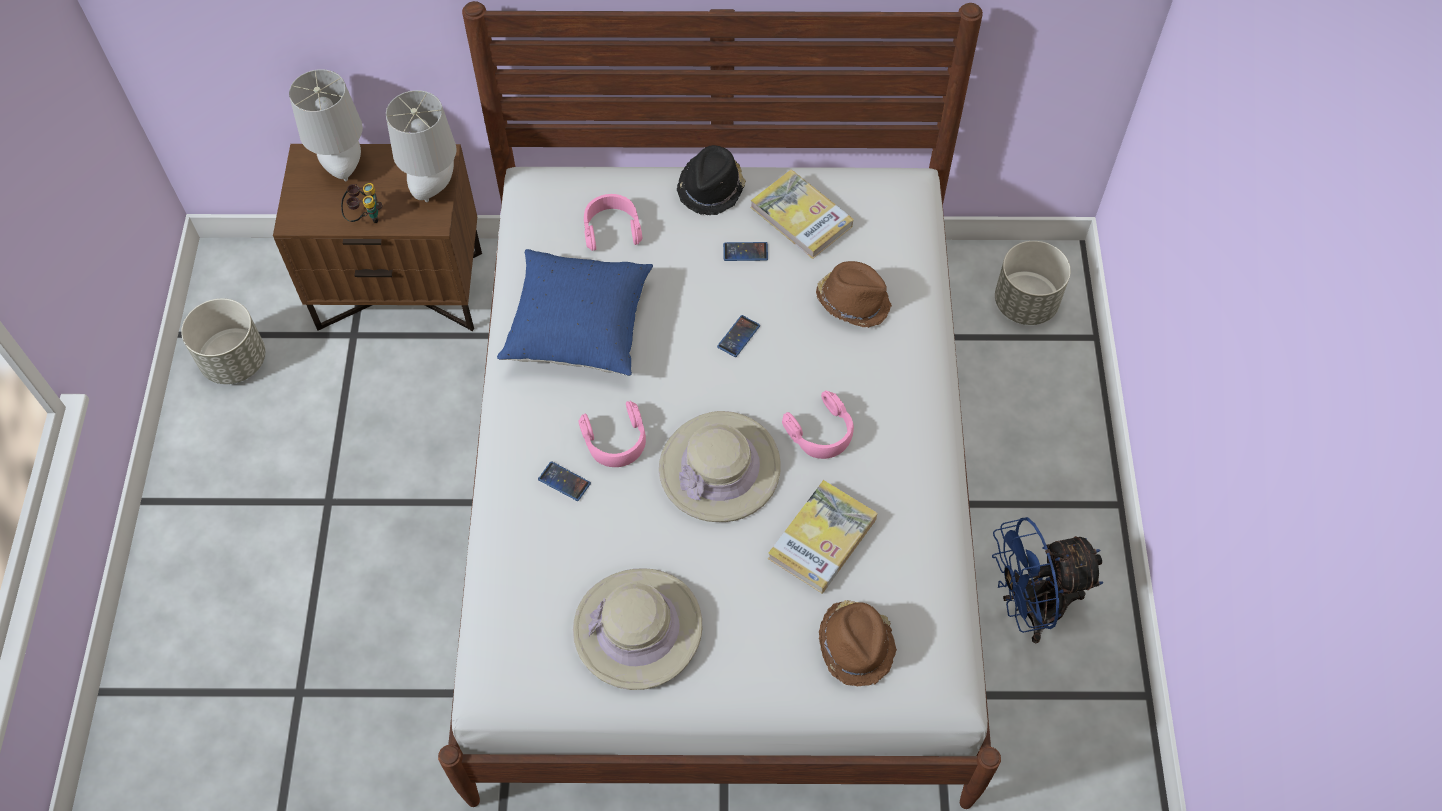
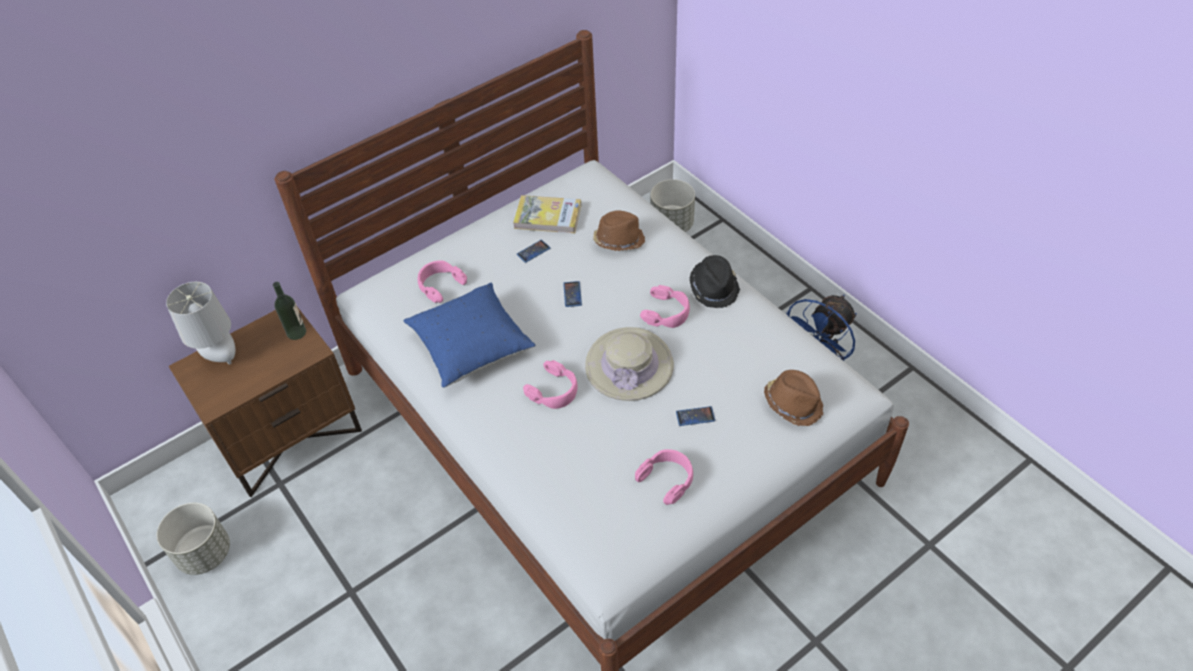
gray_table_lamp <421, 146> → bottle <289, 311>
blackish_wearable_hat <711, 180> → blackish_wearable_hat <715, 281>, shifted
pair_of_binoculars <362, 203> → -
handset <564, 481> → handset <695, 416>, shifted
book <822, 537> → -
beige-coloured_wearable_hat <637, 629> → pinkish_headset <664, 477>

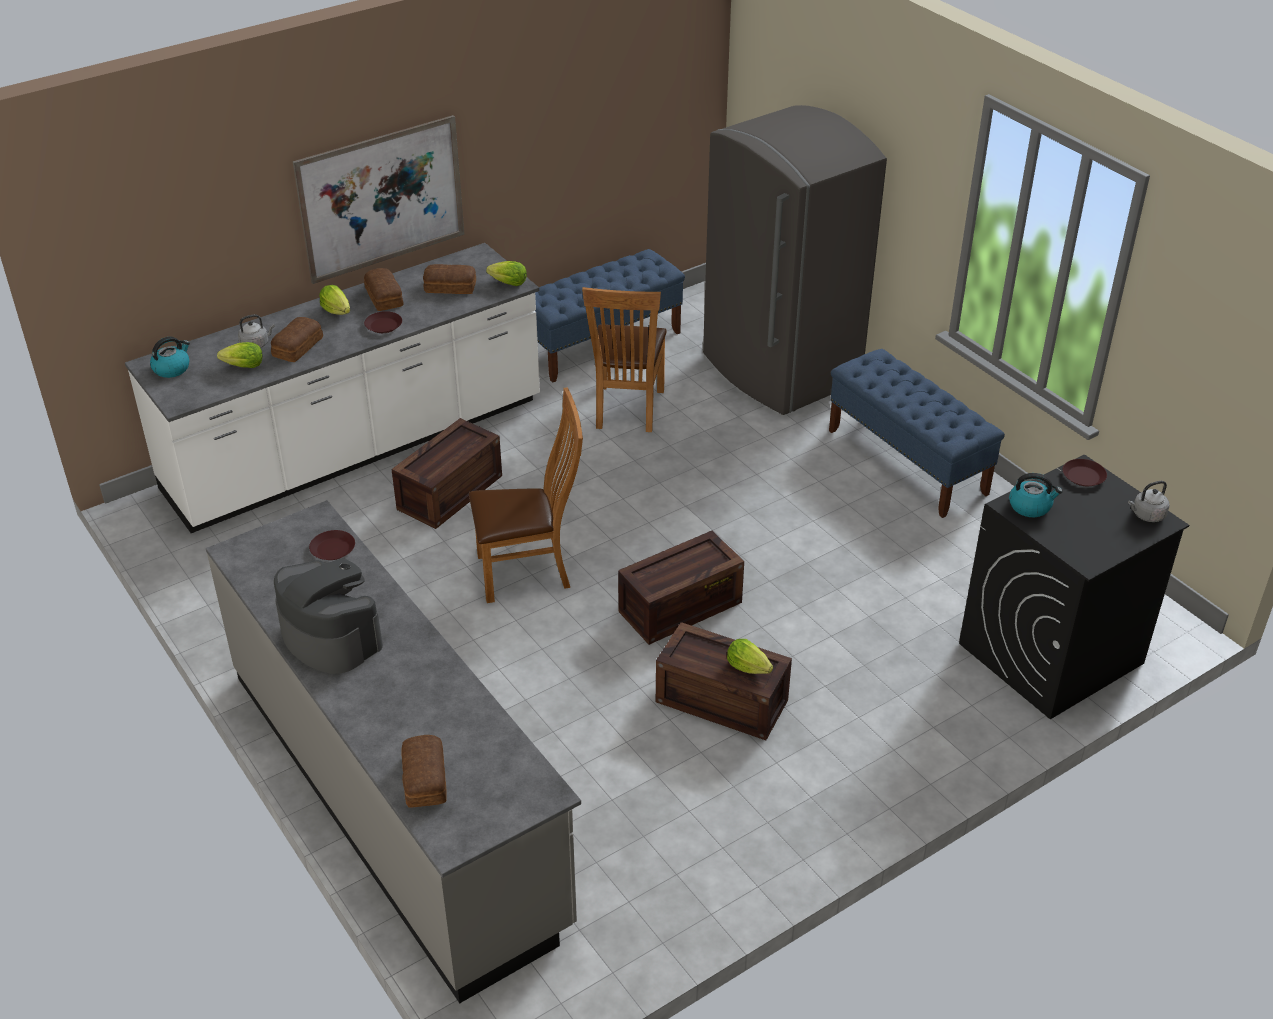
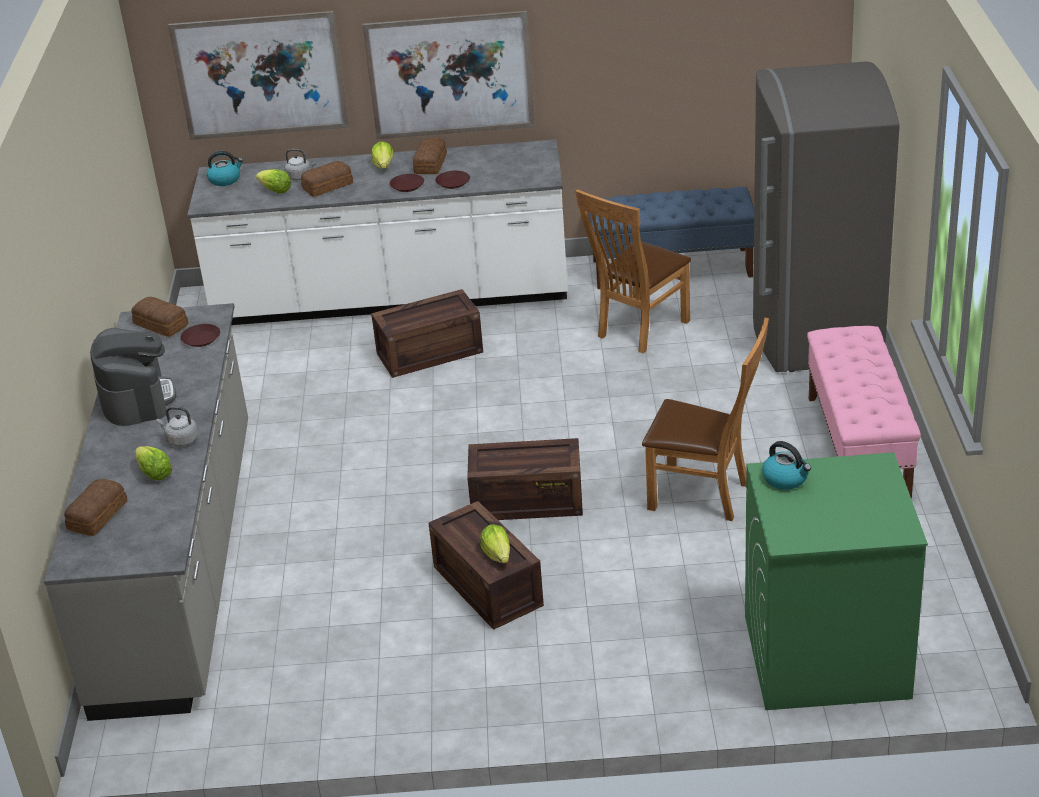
head_of_lettuce <506, 273> → head_of_lettuce <153, 463>, shifted
baked_bread <449, 279> → baked_bread <160, 317>, shifted
blue-coloured_bench <917, 433> → pinkish_bench <864, 412>
brown-coloured_plain_chair <526, 495> → brown-coloured_plain_chair <705, 419>, shifted
blackish_laundry_machine <1074, 587> → greenish_laundry_machine <836, 581>
brown-coloured_flat_dish <1085, 472> → brown-coloured_flat_dish <452, 180>, shifted
gray_kettle <1149, 501> → gray_kettle <177, 427>, shifted
- → wall_picture <258, 75>

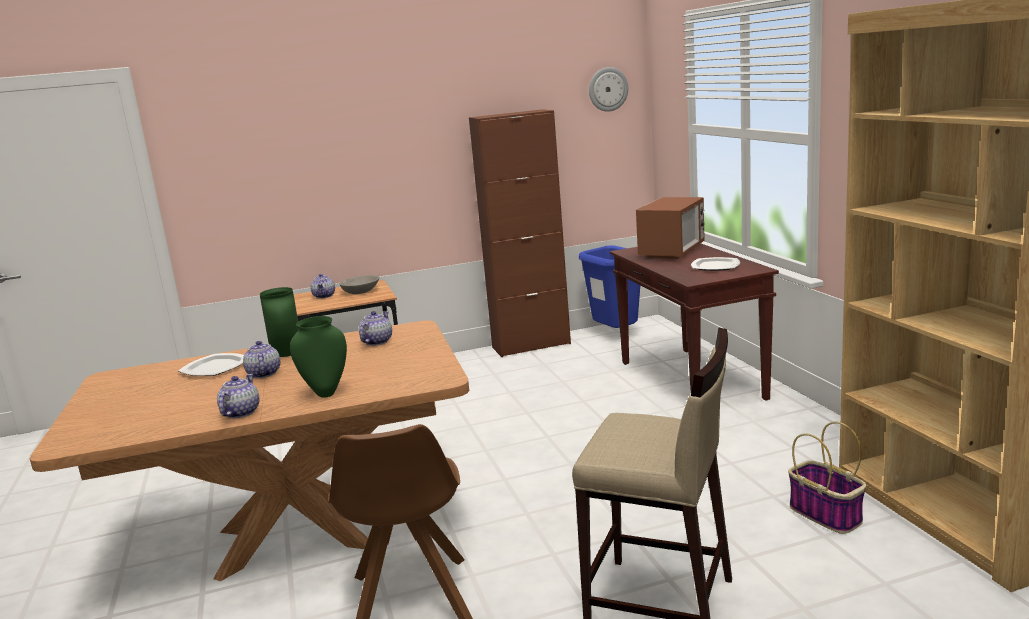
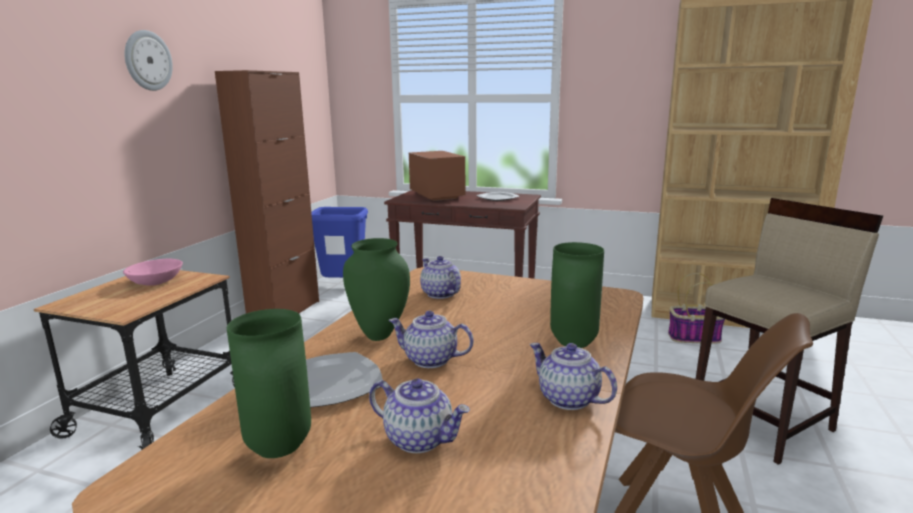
hanging_clock <608, 89> → hanging_clock <148, 60>, shifted
teapot <322, 286> → teapot <419, 416>, shifted
gray_serving_bowl <360, 284> → pinkish_serving_bowl <153, 272>
- → greenish_flower_vase <269, 383>

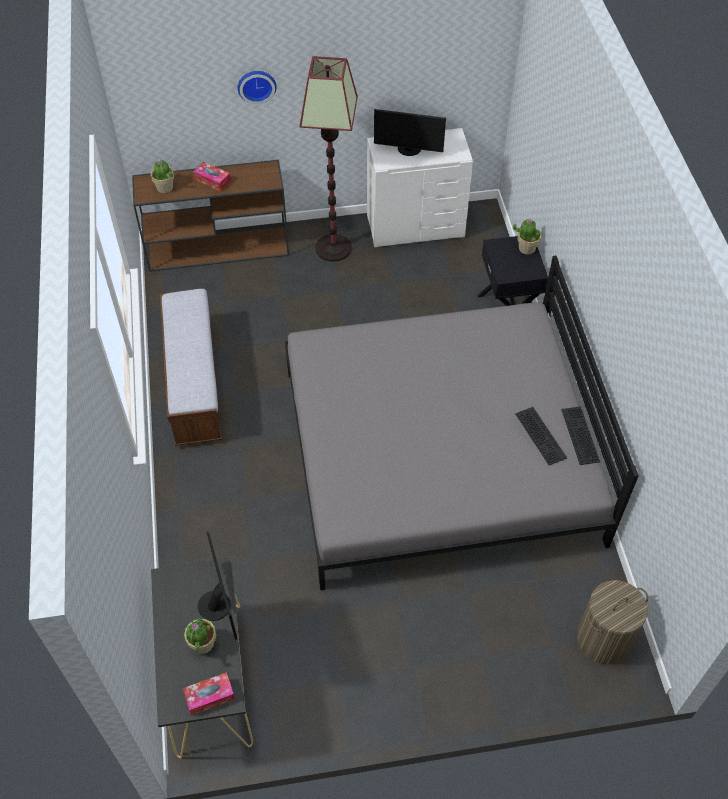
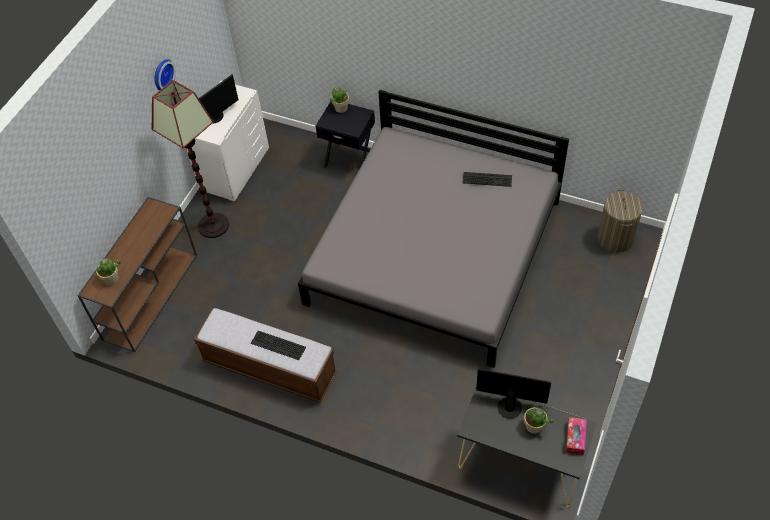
hanging_clock <257, 87> → hanging_clock <165, 75>, shifted
tissue_holder <212, 176> → -
keyboard <580, 435> → keyboard <278, 345>, shifted

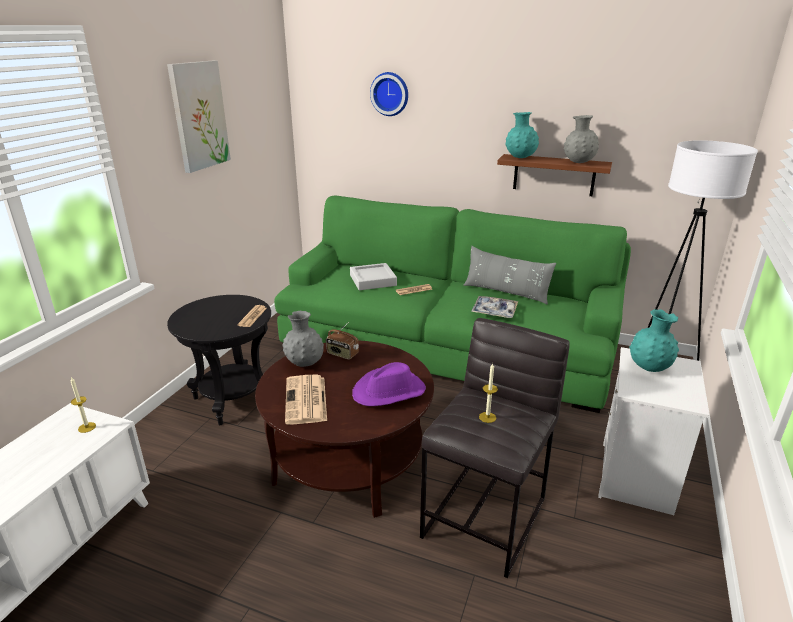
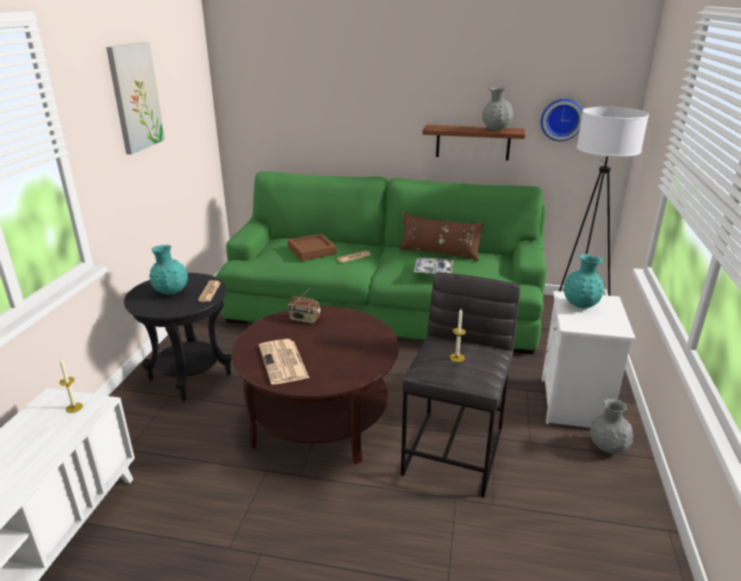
hanging_clock <389, 94> → hanging_clock <562, 120>, shifted
turquoise-coloured_flower_vase <522, 135> → turquoise-coloured_flower_vase <168, 270>, shifted
gray_pillow <510, 275> → brown-coloured_pillow <441, 236>
gray_carrying_tray <373, 276> → brown-coloured_carrying_tray <312, 247>
gray_flower_vase <303, 339> → gray_flower_vase <611, 426>, shifted
purple-coloured_wearable_hat <389, 384> → -

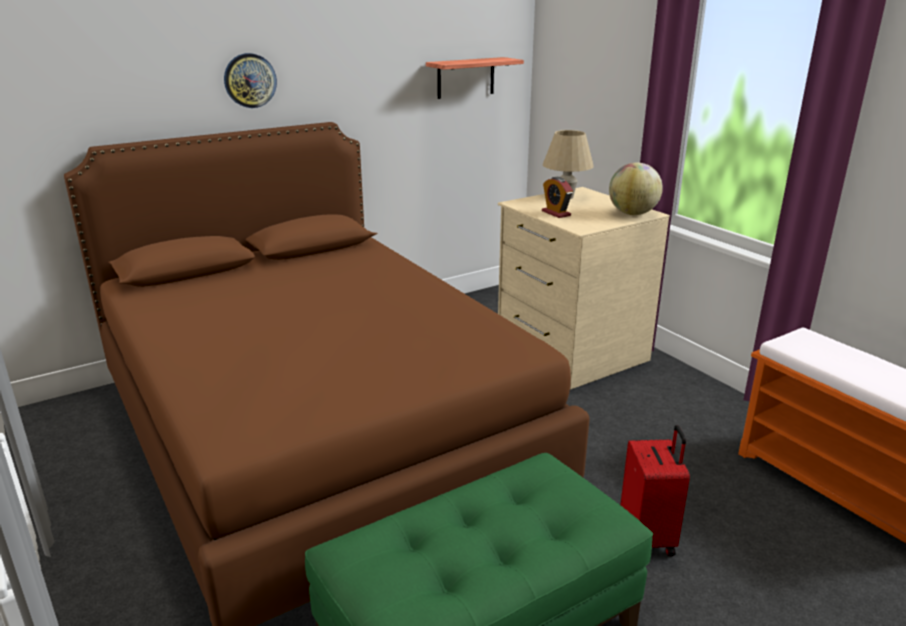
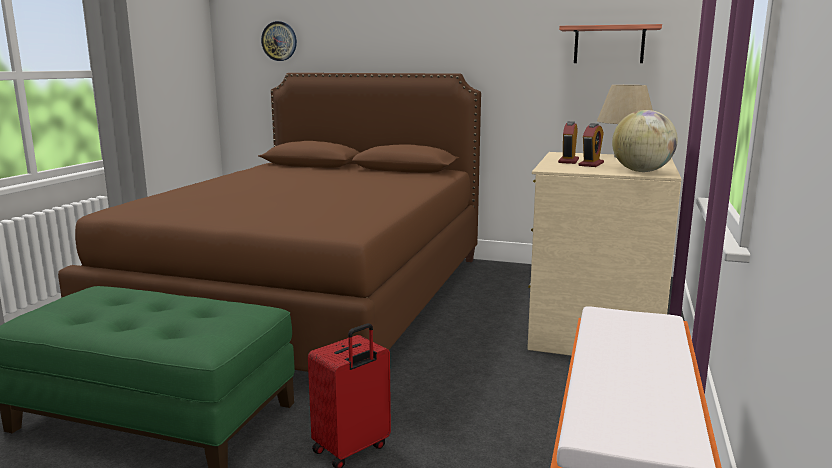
hanging_clock <250, 80> → hanging_clock <279, 41>, shifted
- → table_clock <591, 145>

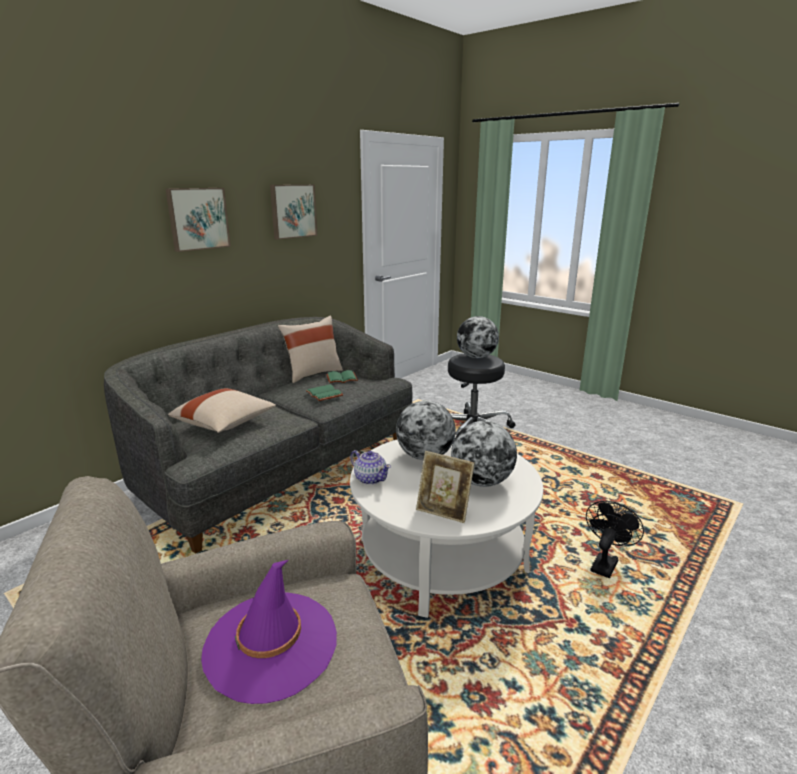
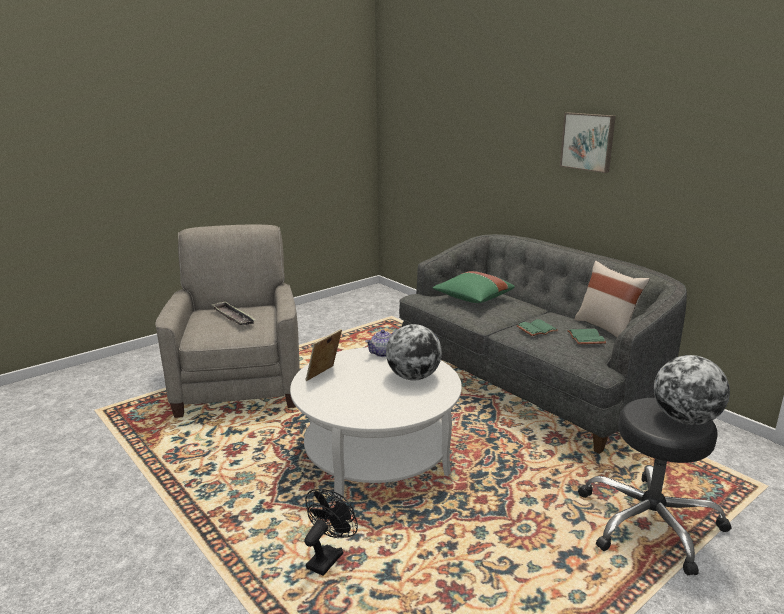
wall_picture <293, 212> → -
beige-coloured_pillow <222, 410> → greenish_pillow <474, 287>
globe <484, 454> → -
blackish_fan <615, 539> → blackish_fan <331, 532>, 105 degrees counterclockwise
purple-coloured_wearable_hat <269, 632> → carrying_tray <233, 313>

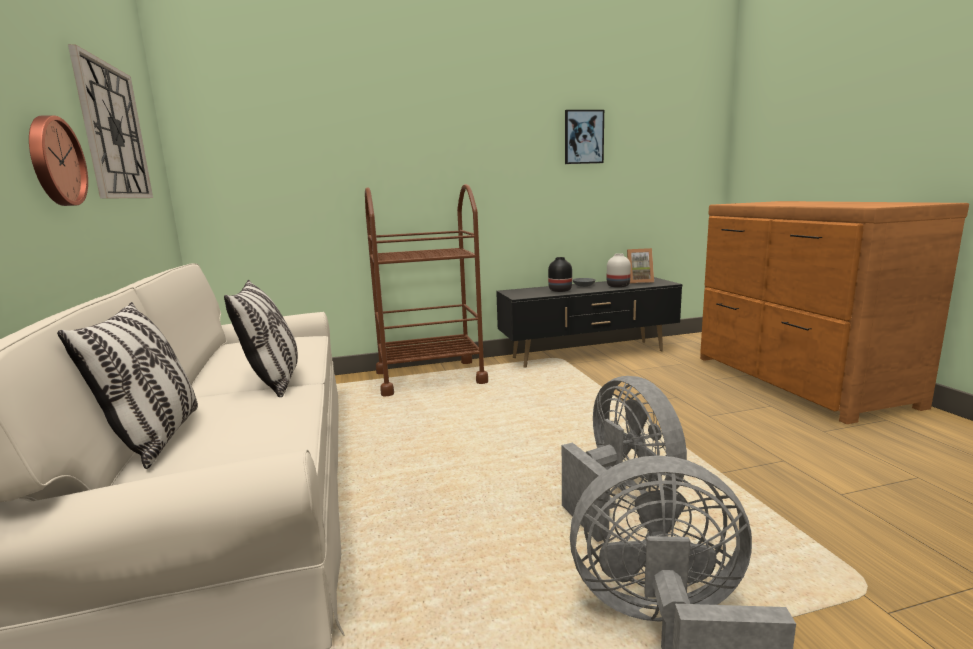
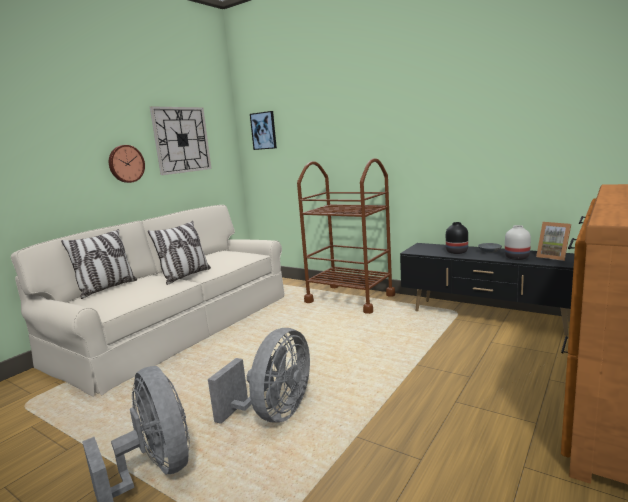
wall_picture <584, 137> → wall_picture <263, 130>, shifted

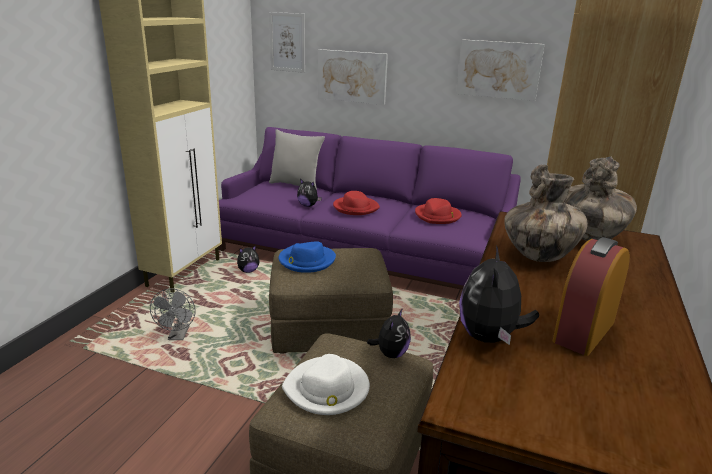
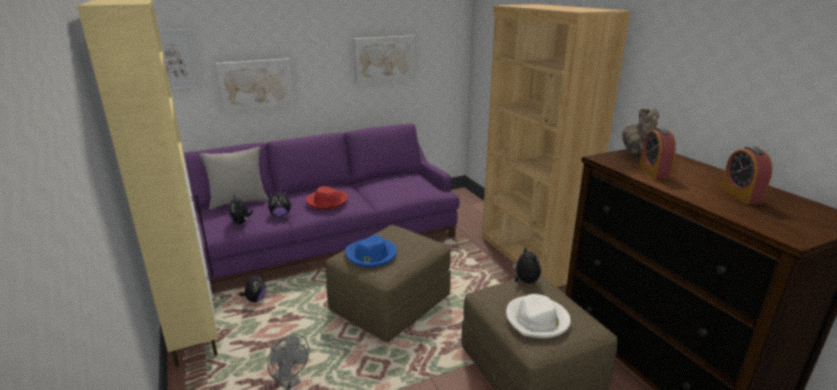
flower_vase <546, 213> → table_clock <657, 153>
red_wearable_hat <438, 211> → -
soft_toy <499, 295> → soft_toy <240, 210>, shifted

